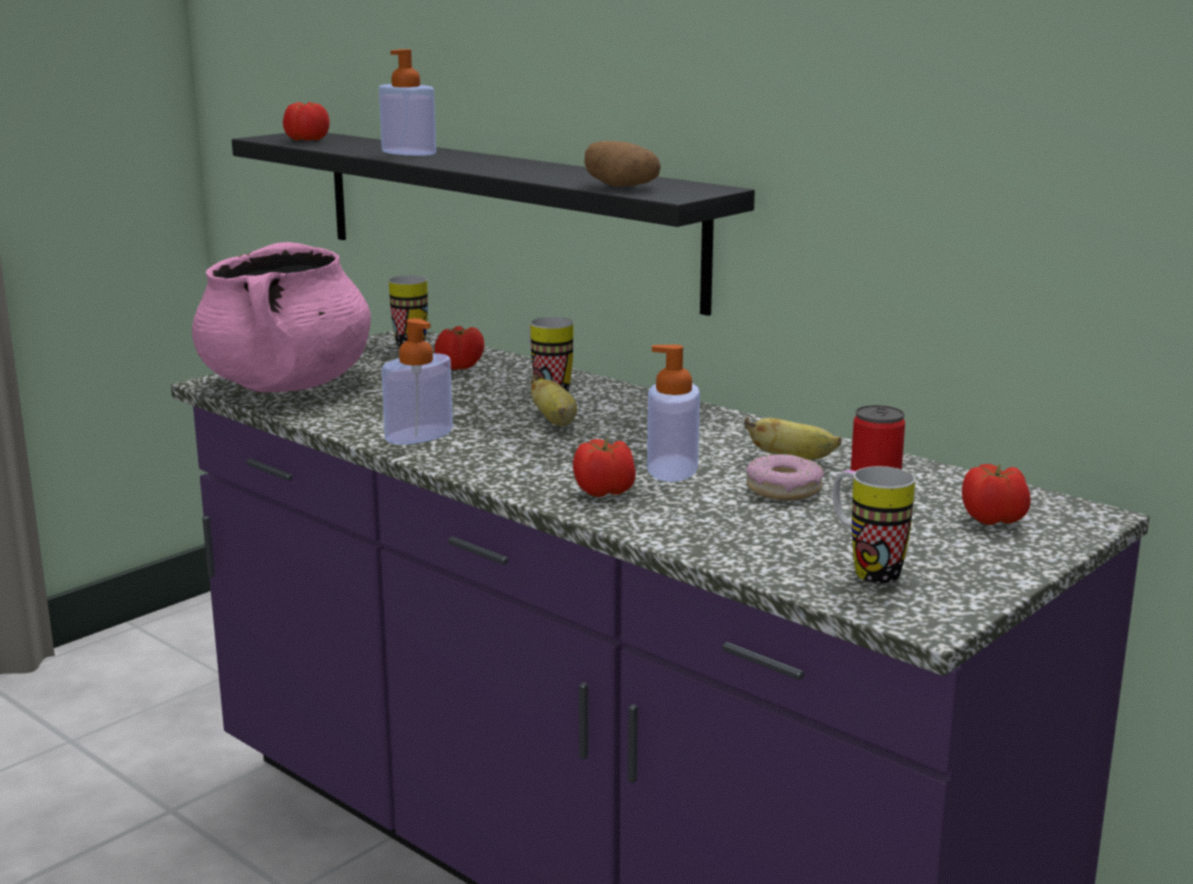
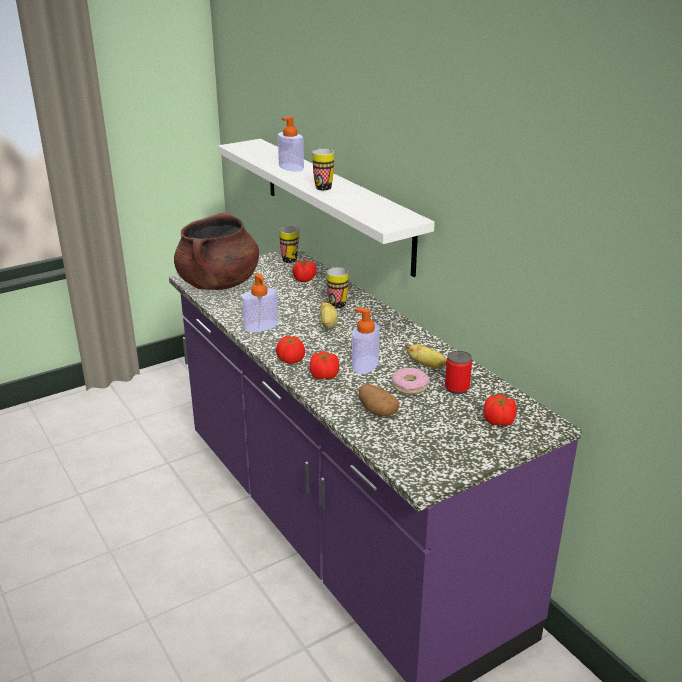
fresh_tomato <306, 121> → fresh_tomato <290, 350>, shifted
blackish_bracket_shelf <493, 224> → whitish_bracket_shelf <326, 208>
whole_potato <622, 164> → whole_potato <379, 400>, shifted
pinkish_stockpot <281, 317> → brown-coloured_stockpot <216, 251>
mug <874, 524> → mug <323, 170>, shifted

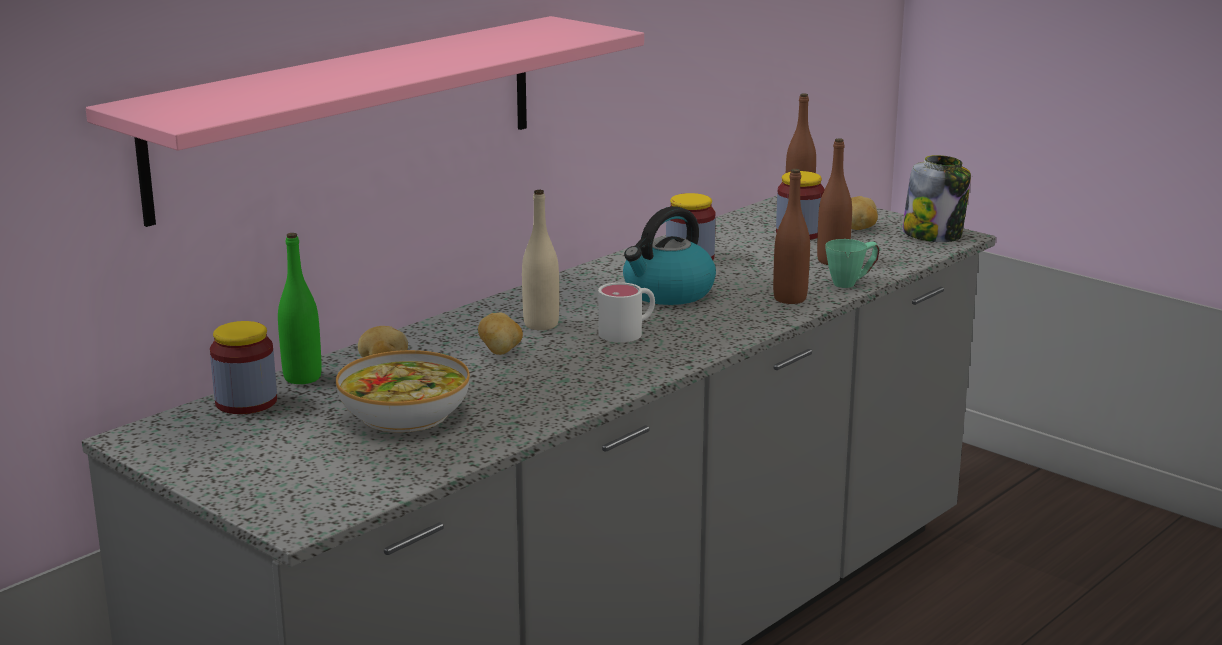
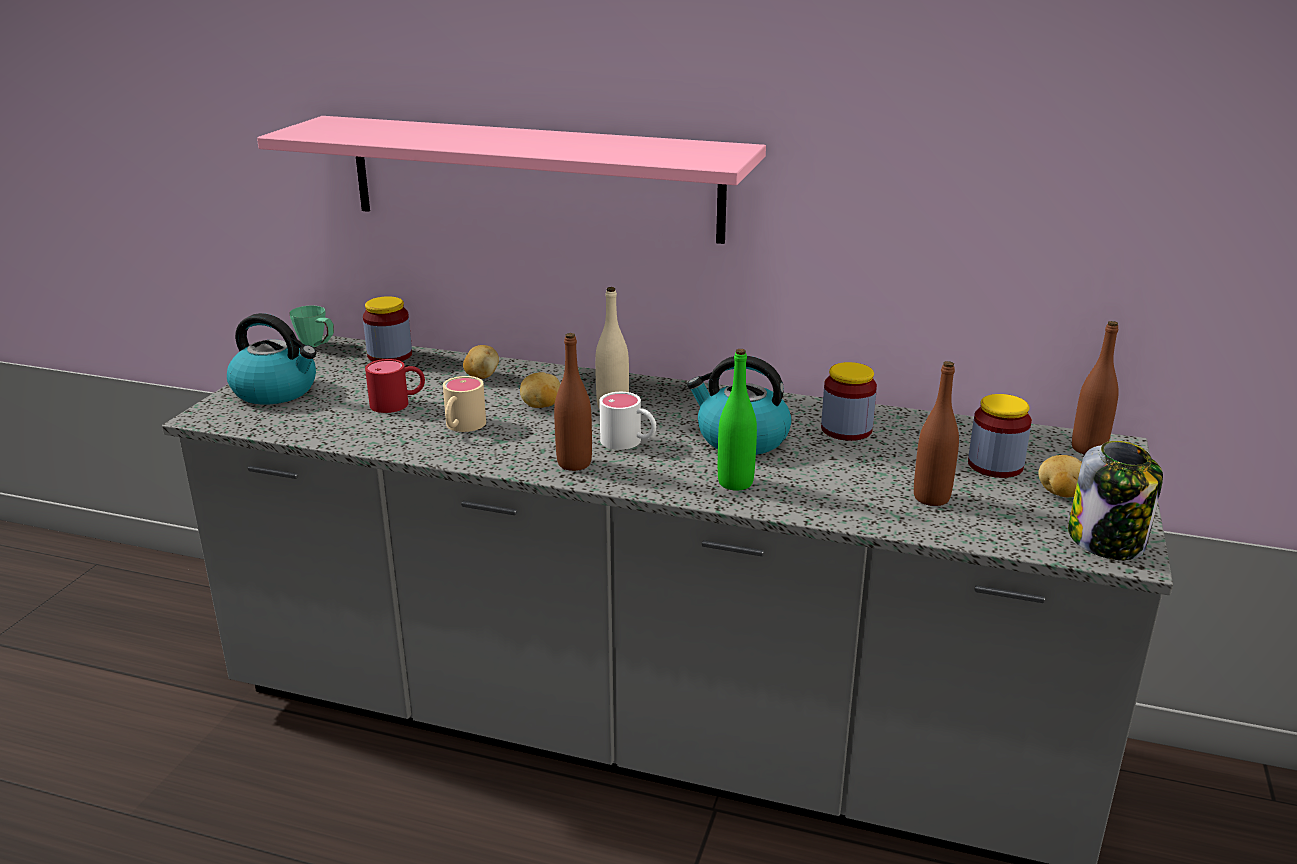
brown-coloured_bottle <791, 236> → brown-coloured_bottle <573, 402>, shifted
greenish_bottle <300, 308> → greenish_bottle <737, 420>, shifted
greenish_mug <852, 263> → greenish_mug <312, 326>, shifted
serving_bowl <403, 391> → red_mug <395, 386>
- → kettle <272, 359>
- → beige-coloured_mug <464, 404>

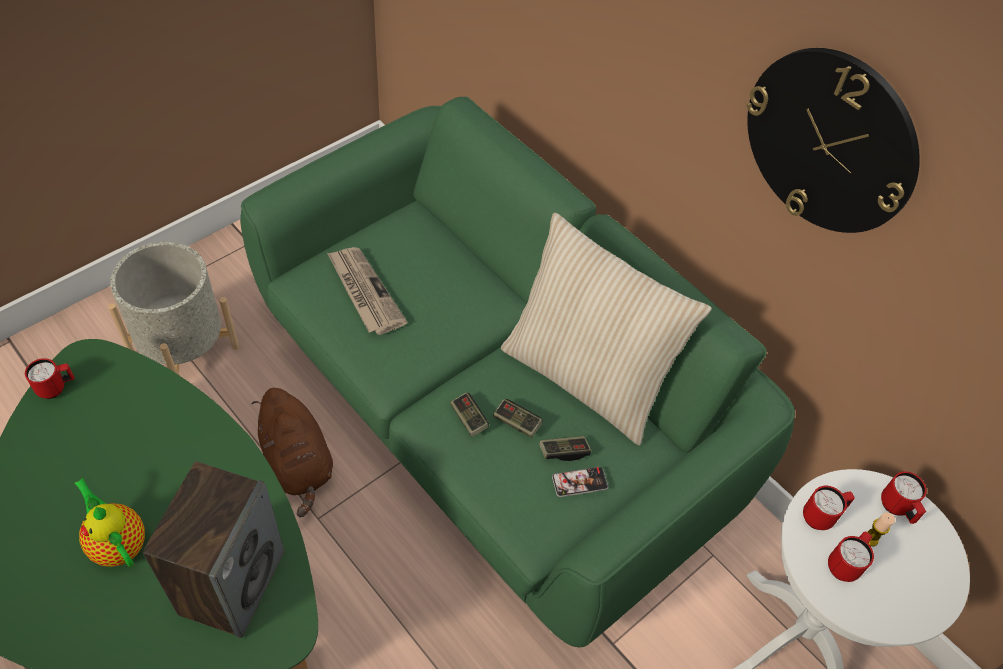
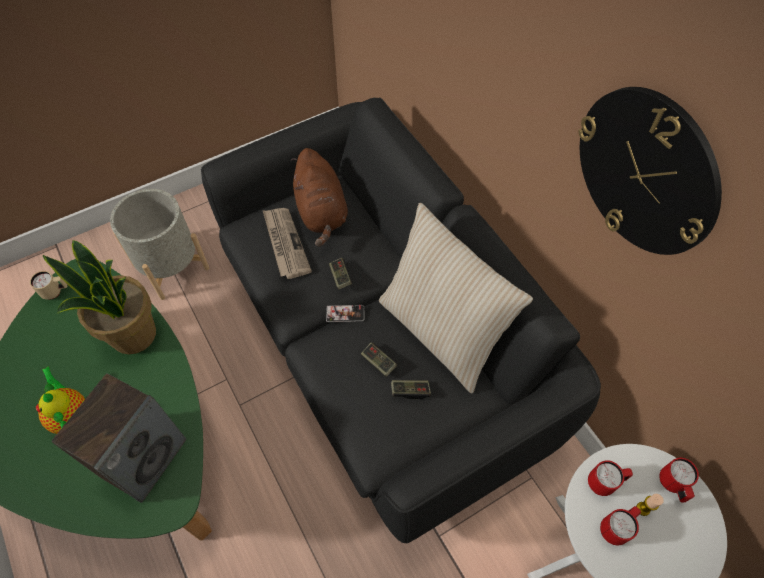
greenish_couch <517, 372> → blackish_couch <401, 320>
red_mug <49, 378> → beige-coloured_mug <48, 285>
brown-coloured_soft_toy <292, 453> → brown-coloured_soft_toy <319, 197>, shifted
joypad <469, 414> → joypad <340, 274>, shifted
handset <580, 482> → handset <345, 313>, shifted
- → potted_plant <99, 297>

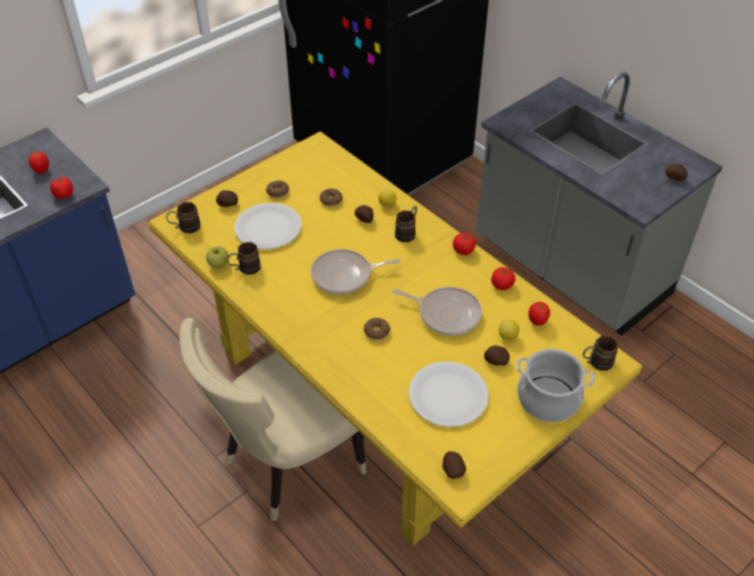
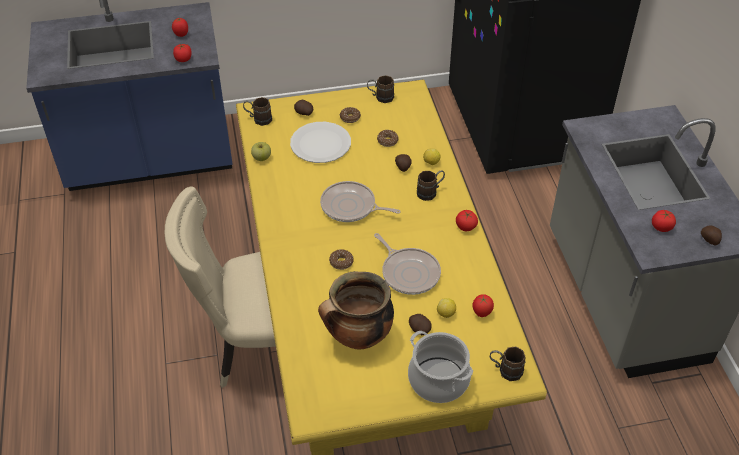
brown-coloured_mug <244, 258> → brown-coloured_mug <380, 89>, shifted
fresh_tomato <503, 278> → fresh_tomato <664, 221>, shifted
whitish_flat_dish <449, 394> → stockpot <356, 310>
whole_potato <454, 465> → -

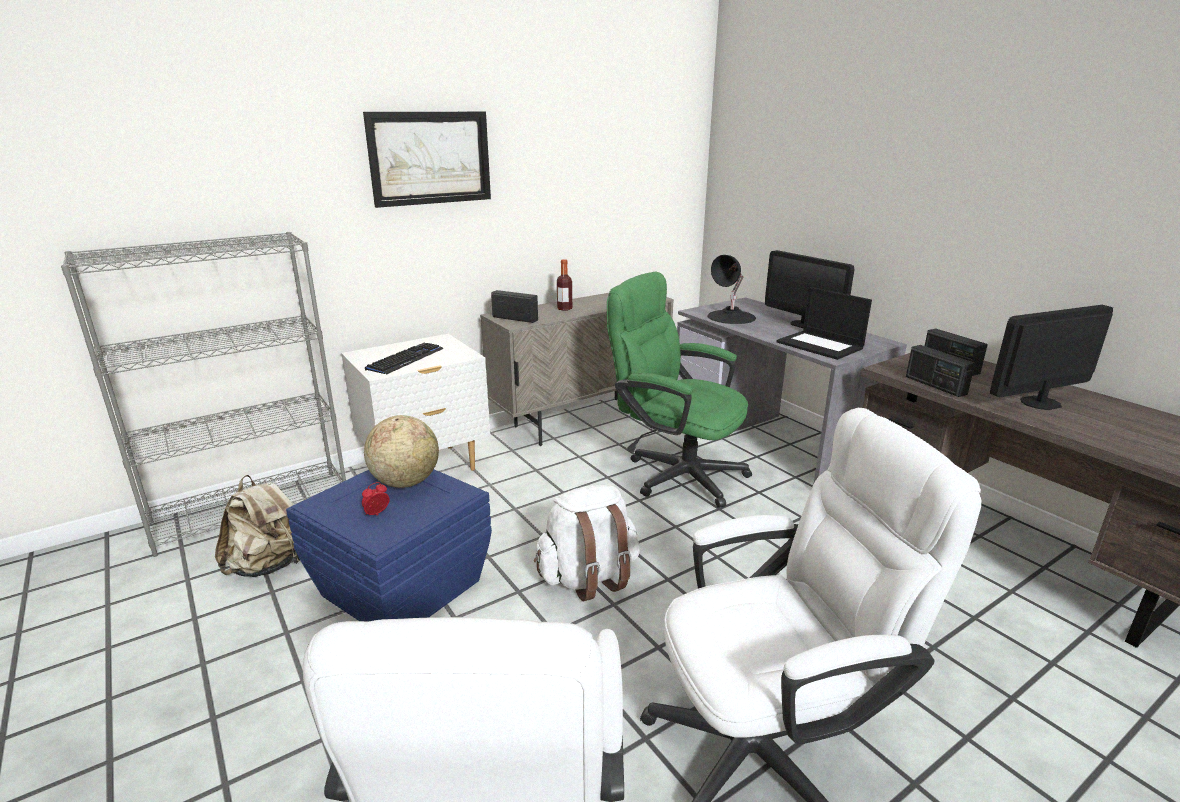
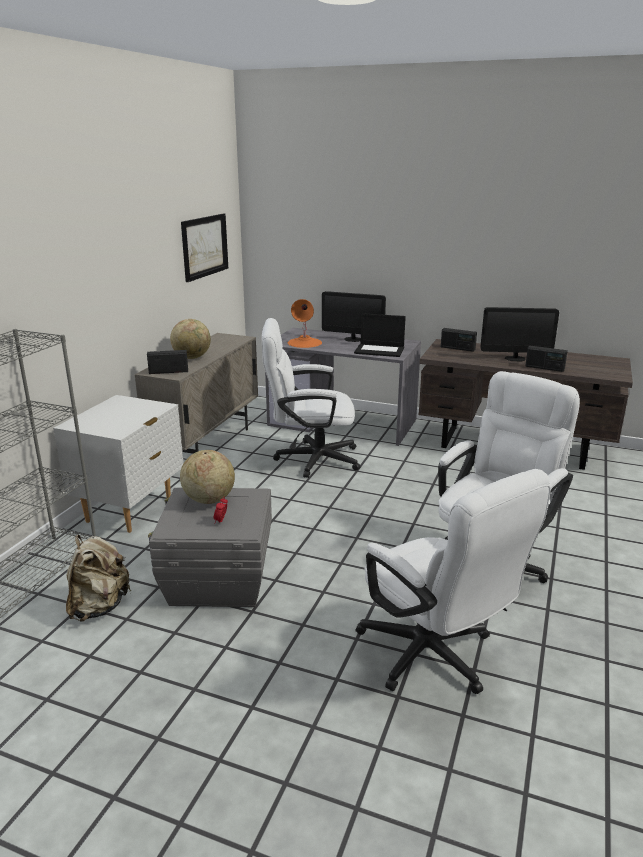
wall_picture <427, 160> → wall_picture <204, 248>, shifted
blackish_table_lamp <731, 289> → orangey_table_lamp <305, 323>
bottle <564, 285> → globe <190, 339>
greenish_computer_chair <679, 390> → whitish_computer_chair <311, 398>
monitor <1051, 357> → monitor <520, 334>, 120 degrees counterclockwise
keyboard <404, 358> → -
radio_receiver <940, 371> → radio_receiver <546, 358>, shifted
blue-coloured_storage_bin <389, 545> → gray_storage_bin <210, 547>
whitish_knapsack <587, 543> → -

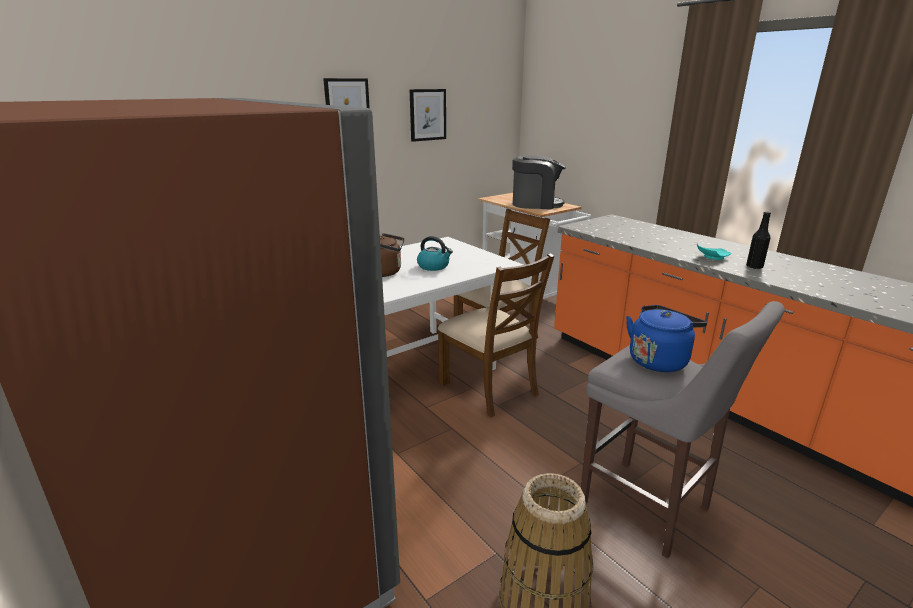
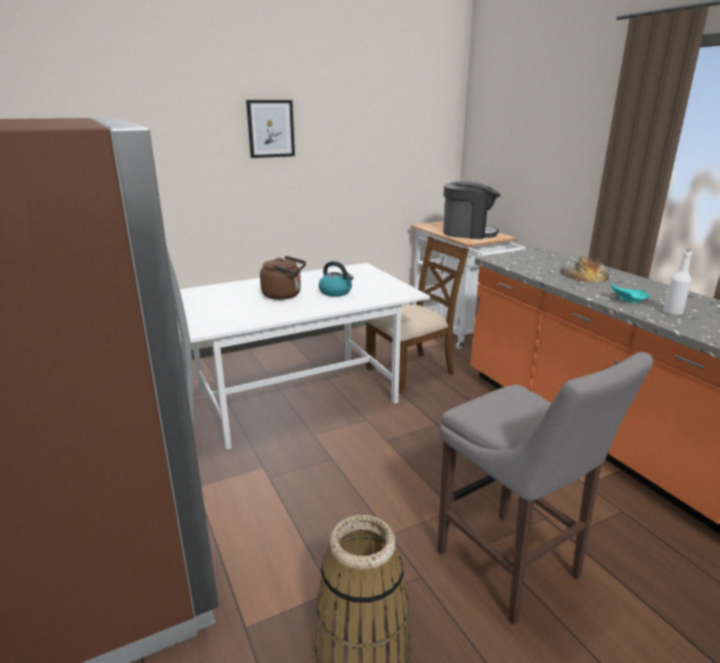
wall_picture <428, 115> → -
blackish_bottle <758, 240> → whitish_bottle <677, 283>
brown-coloured_plain_chair <496, 335> → -
blue-coloured_kettle <666, 338> → -
- → baked_bread <584, 270>

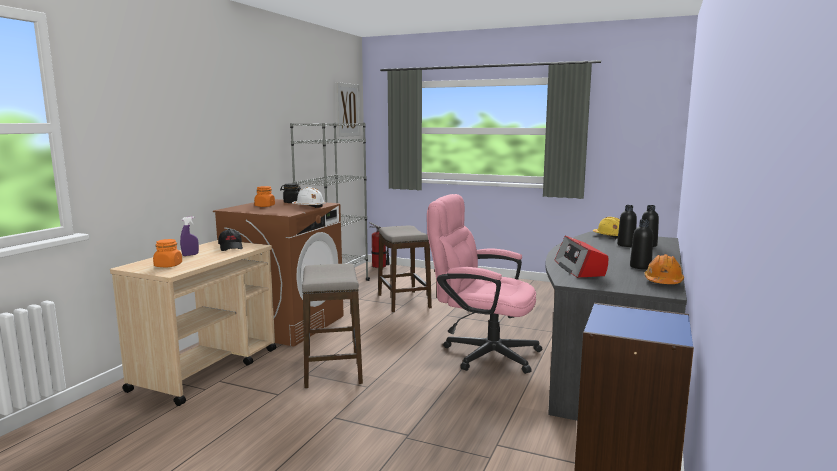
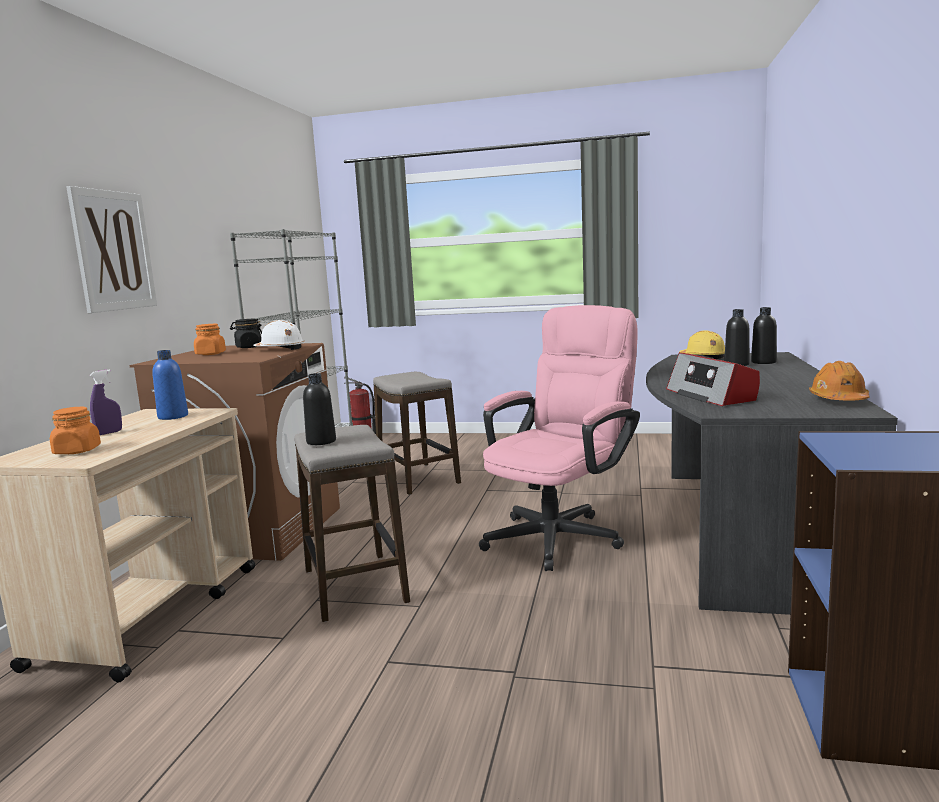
wall_picture <348, 109> → wall_picture <112, 249>, shifted
pinkish_computer_chair <484, 284> → pinkish_computer_chair <559, 438>, 120 degrees clockwise
blackish_bottle <641, 244> → blackish_bottle <319, 409>, shifted
blackish_peaked_cap <230, 240> → blue-coloured_bottle <170, 385>

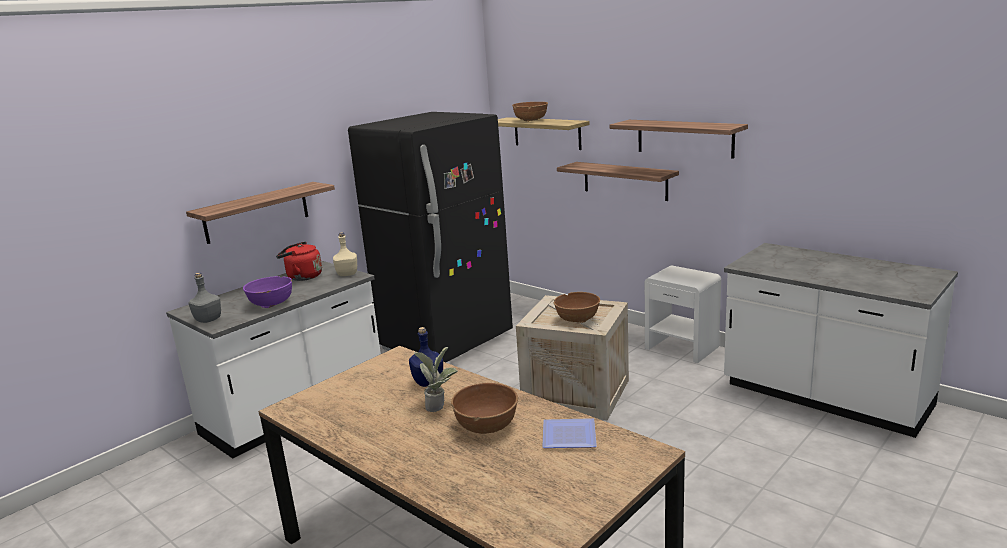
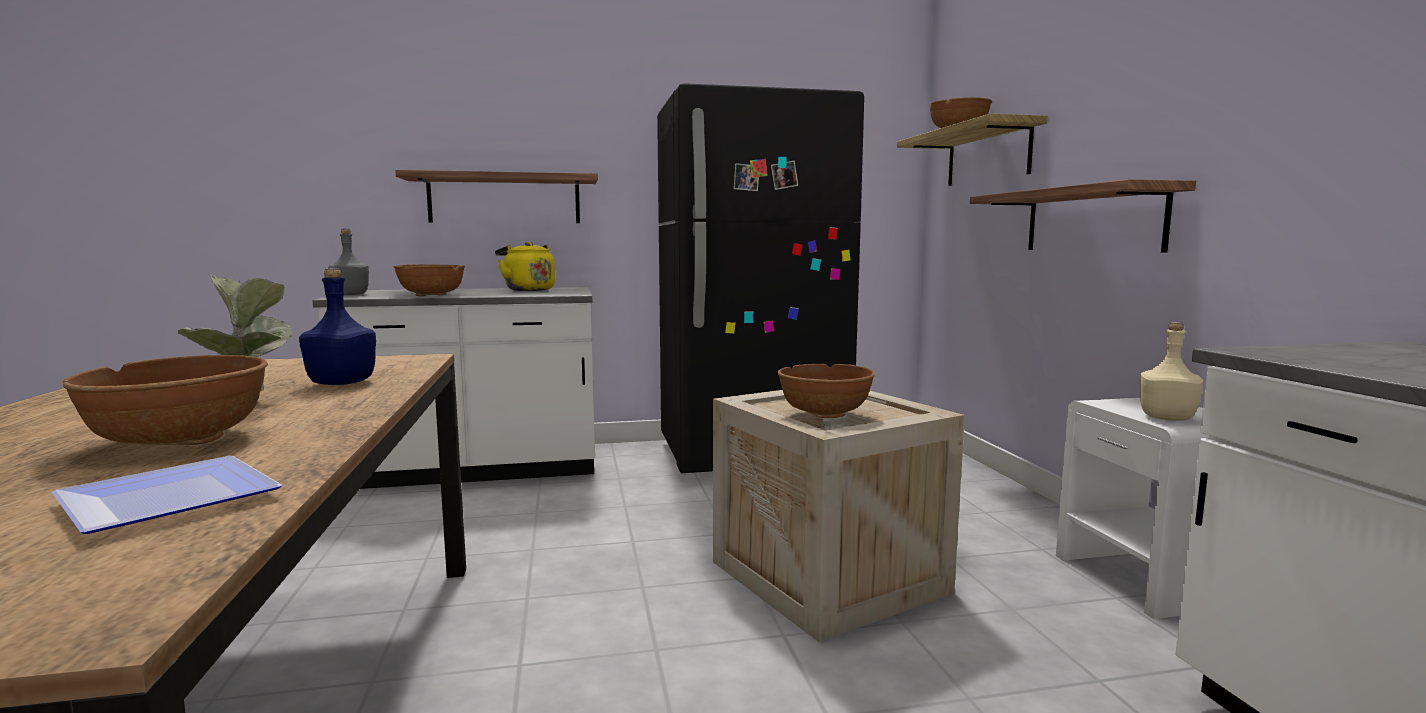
bracket_shelf <679, 139> → -
beige-coloured_bottle <345, 254> → beige-coloured_bottle <1171, 371>, shifted
red_kettle <299, 261> → yellow_kettle <525, 266>
purple-coloured_serving_bowl <267, 292> → brown-coloured_serving_bowl <429, 280>

